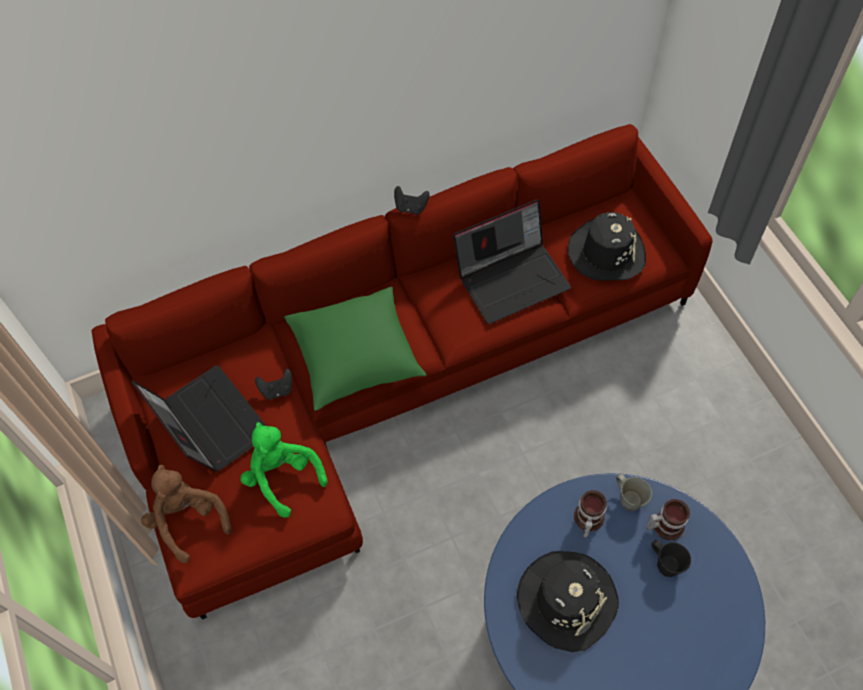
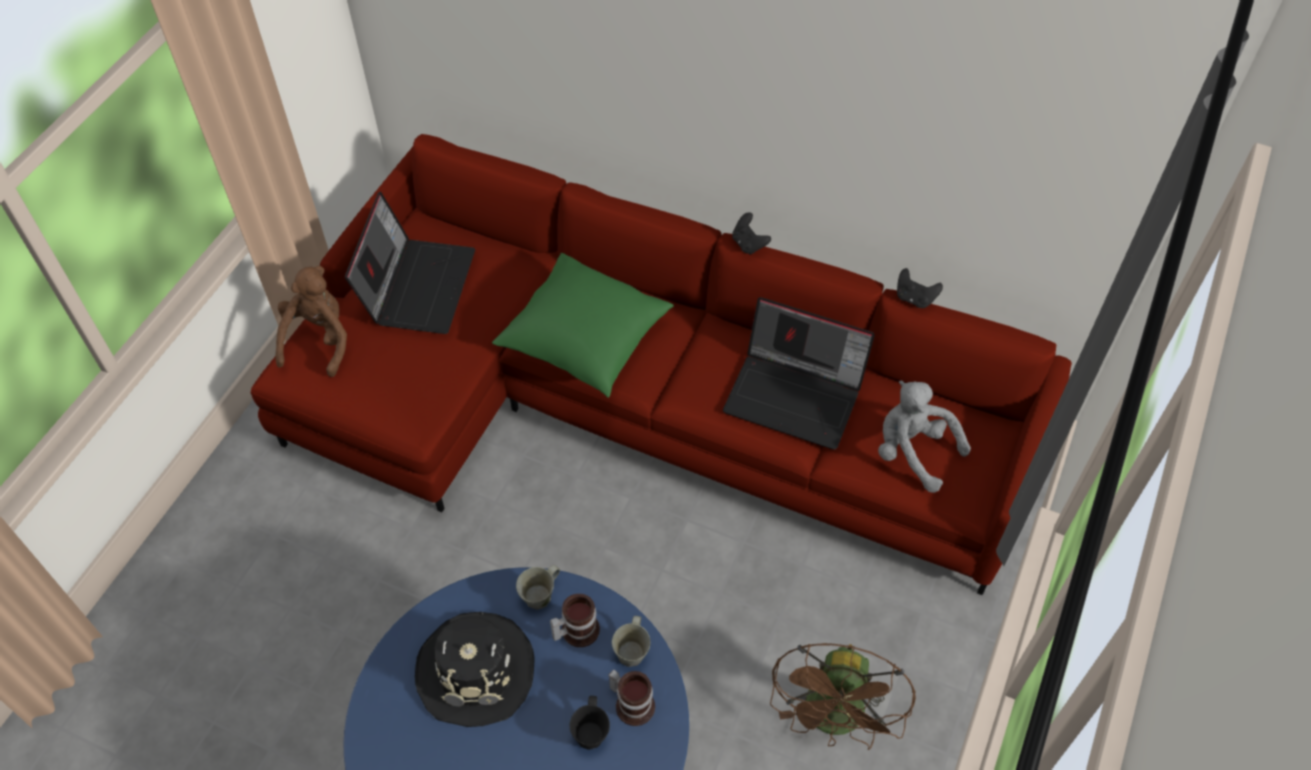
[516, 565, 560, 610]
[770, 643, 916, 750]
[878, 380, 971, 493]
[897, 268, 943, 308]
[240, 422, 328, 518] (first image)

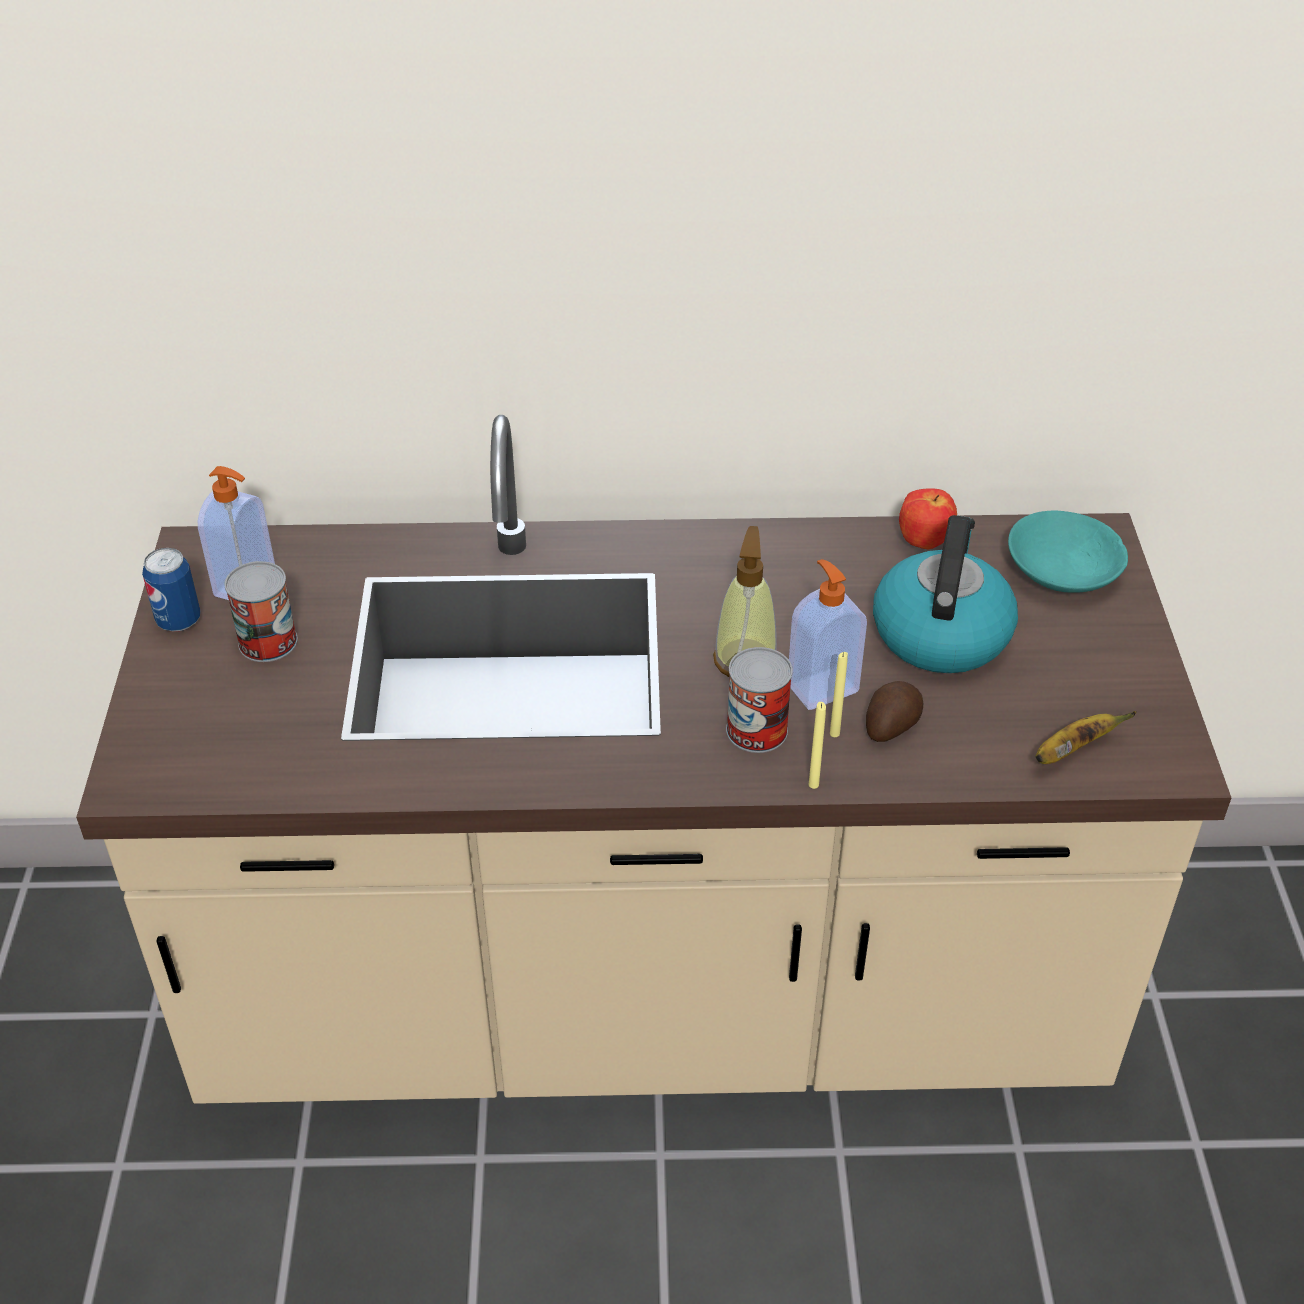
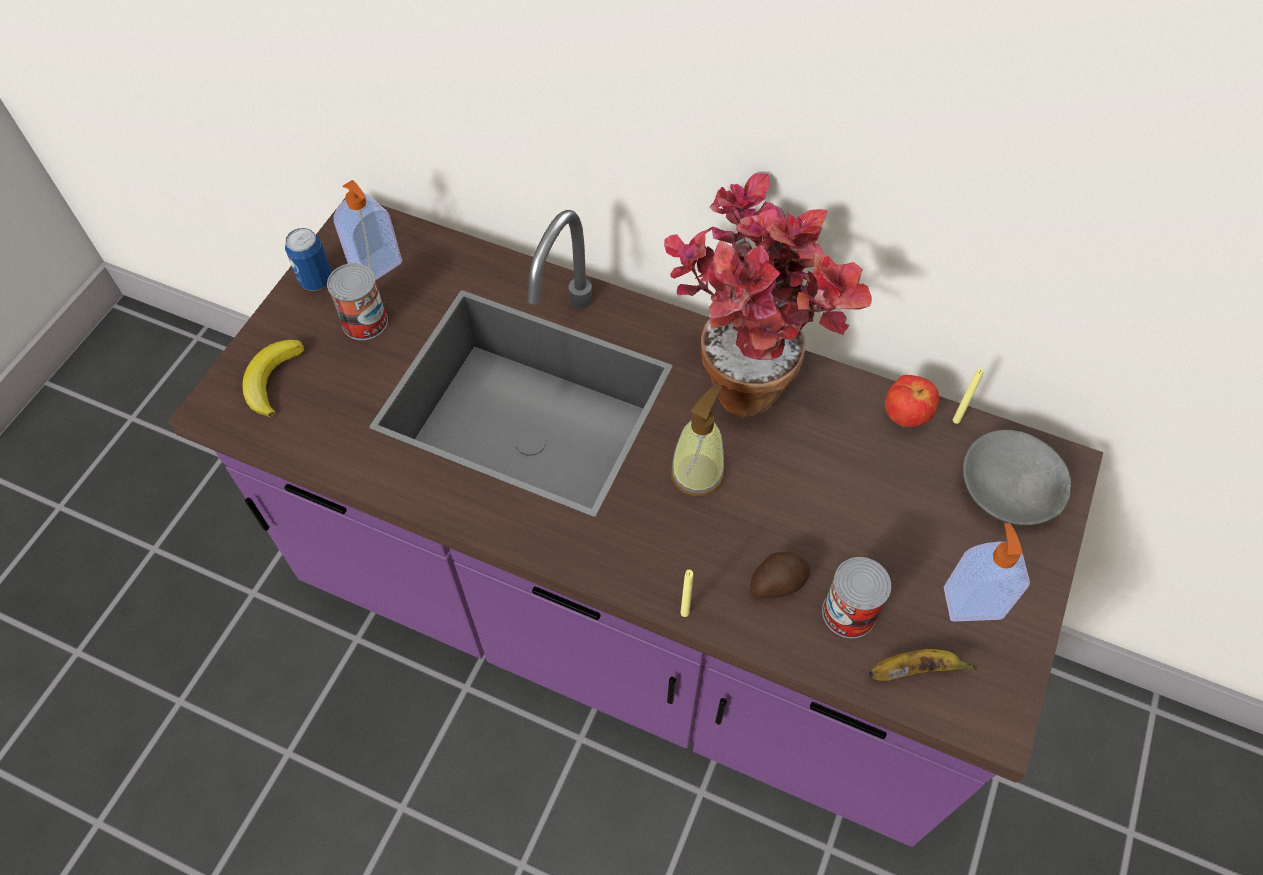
[168, 198, 1103, 847]
[242, 340, 305, 417]
[664, 173, 872, 418]
[822, 557, 891, 638]
[944, 523, 1030, 621]
[953, 369, 984, 424]
[963, 430, 1071, 525]
[873, 515, 1018, 673] (first image)

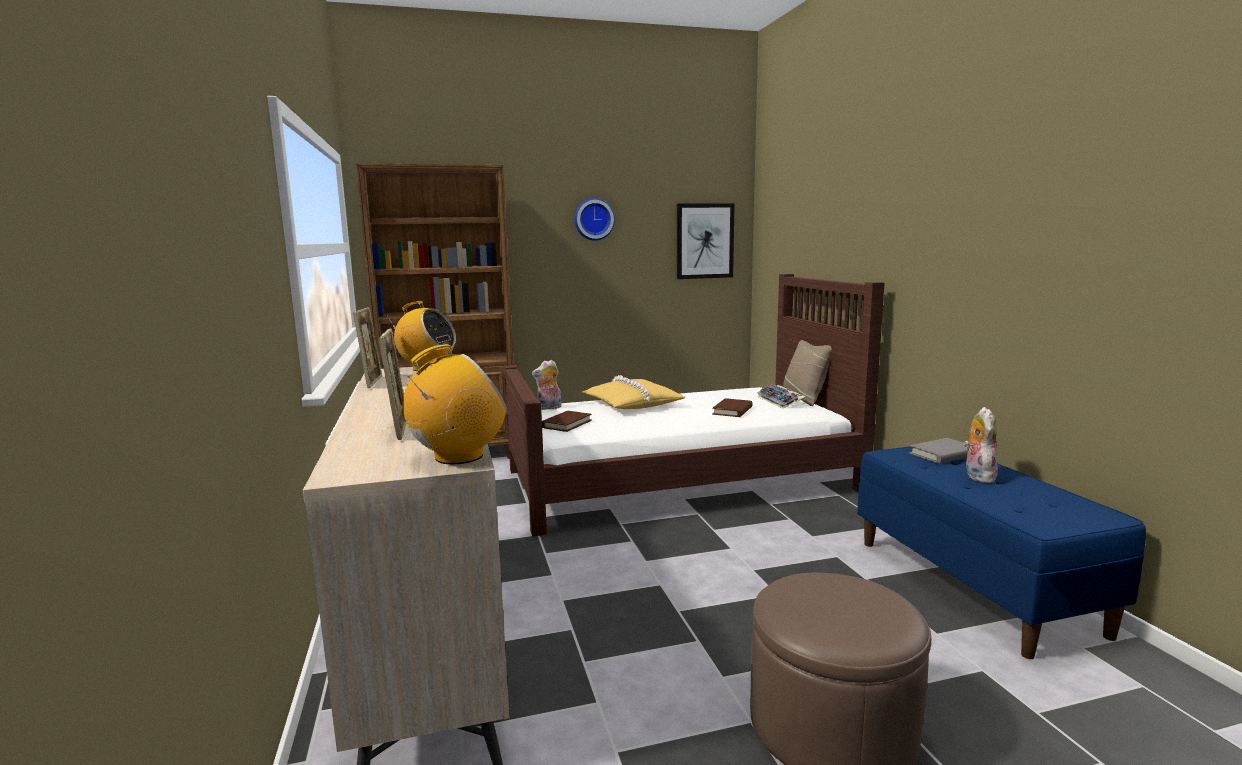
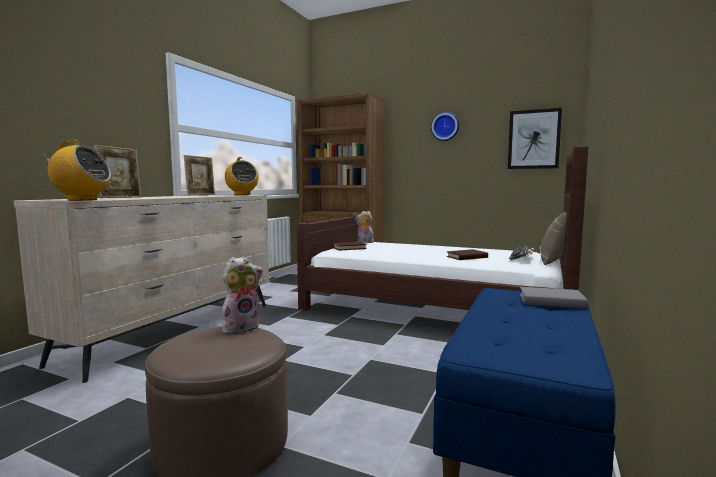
[222, 256, 263, 334]
[582, 375, 686, 409] (first image)

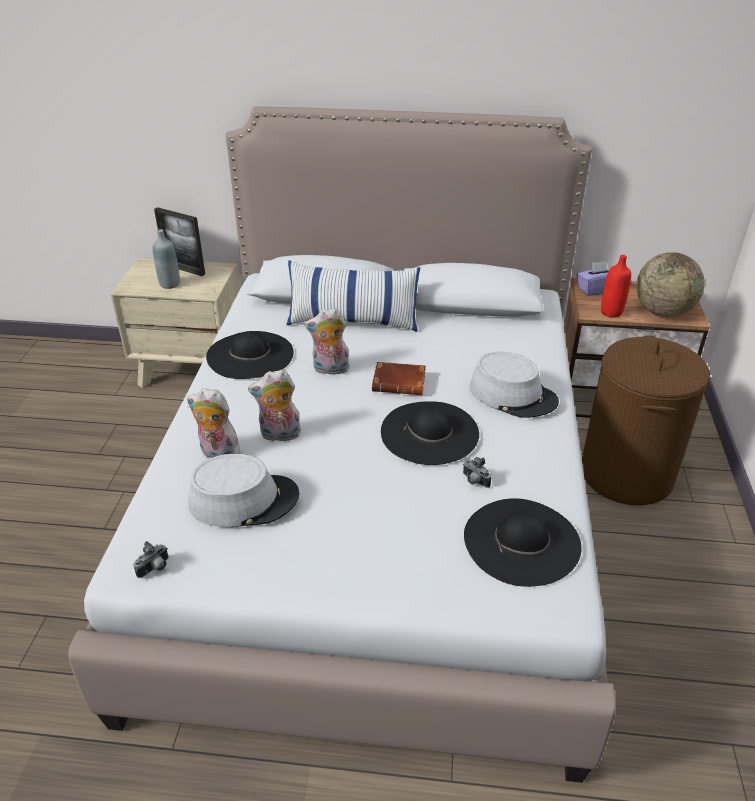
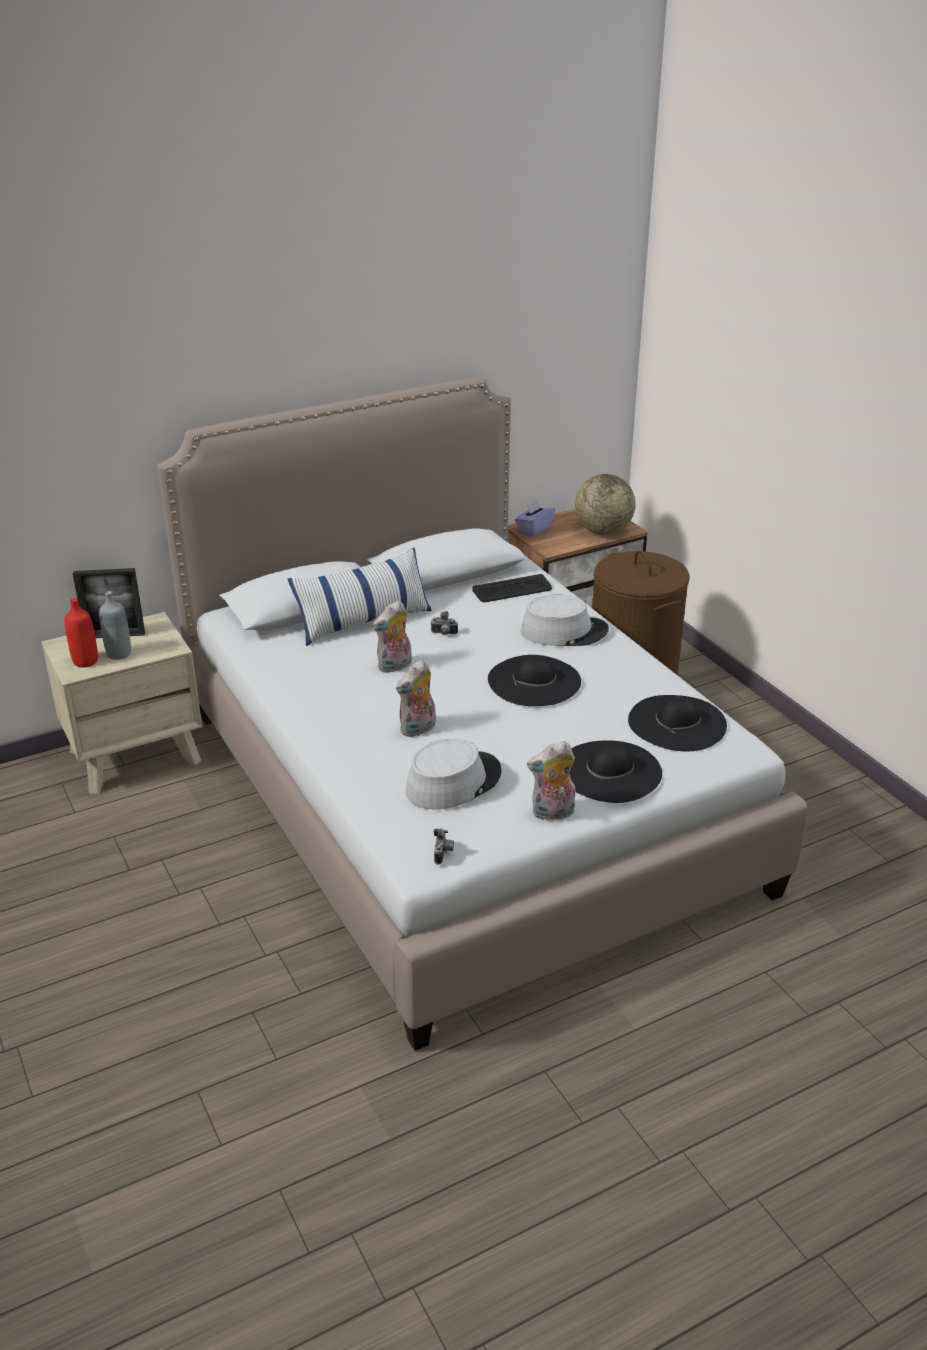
[65, 598, 98, 668]
[431, 611, 458, 635]
[473, 574, 552, 602]
[527, 741, 575, 821]
[570, 740, 662, 803]
[372, 362, 426, 395] (first image)

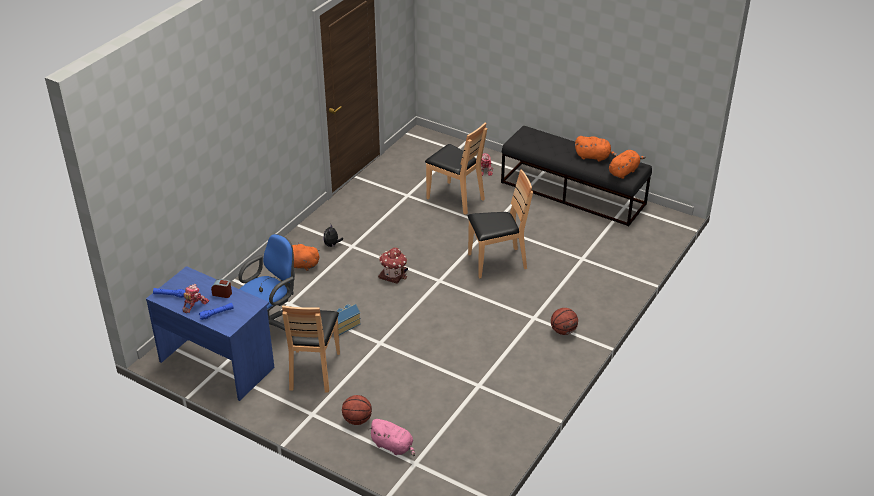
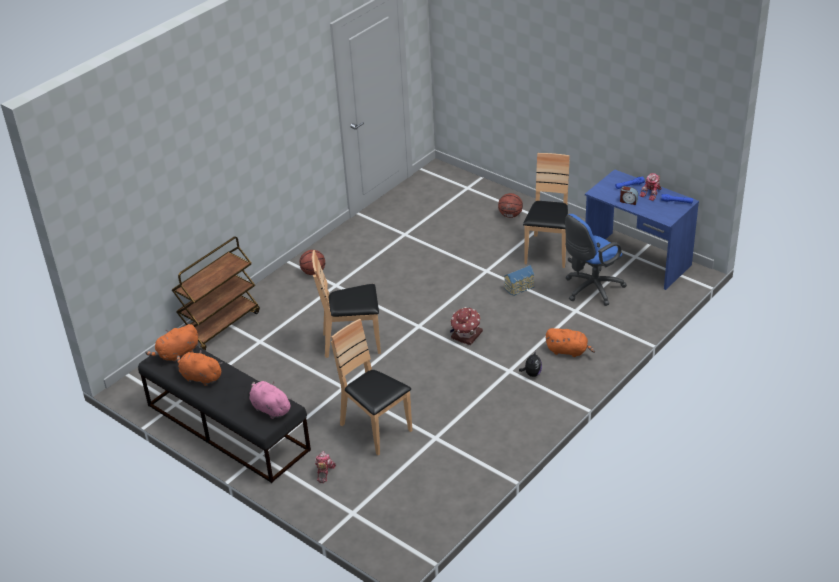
[172, 236, 260, 351]
[249, 381, 292, 419]

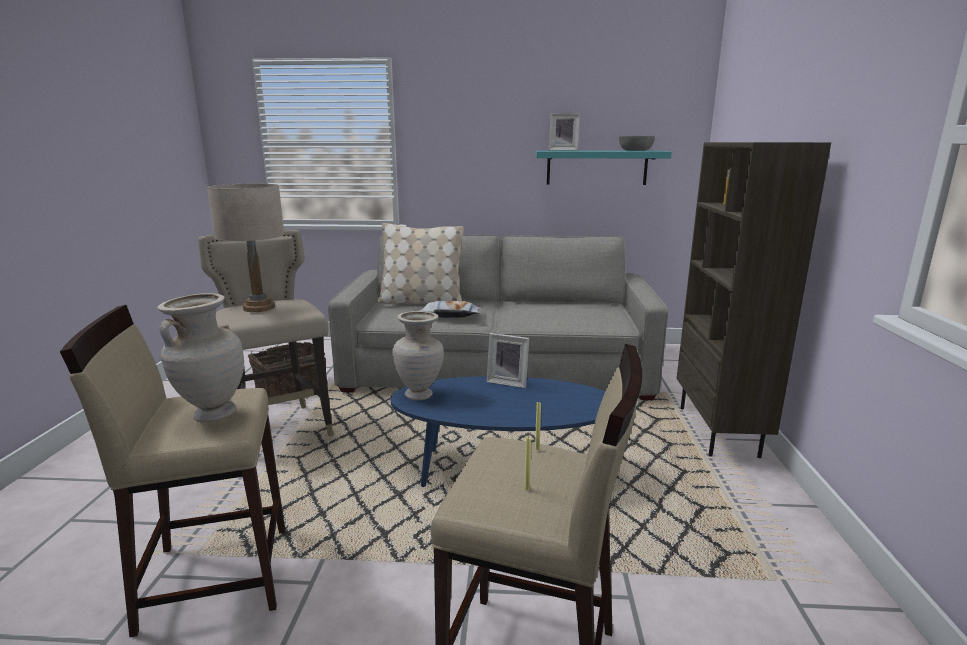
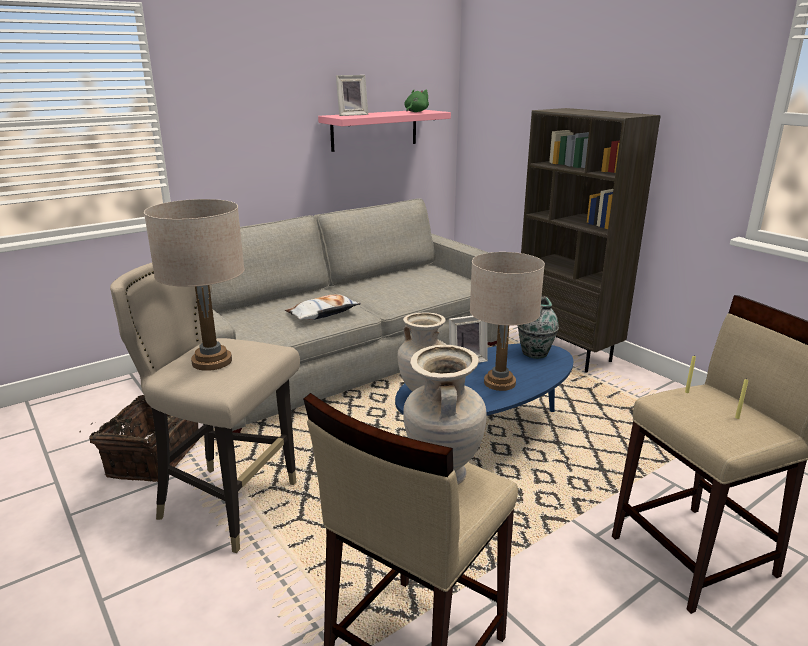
[318, 110, 451, 152]
[404, 89, 429, 112]
[470, 252, 545, 391]
[517, 296, 559, 359]
[378, 223, 464, 304] (first image)

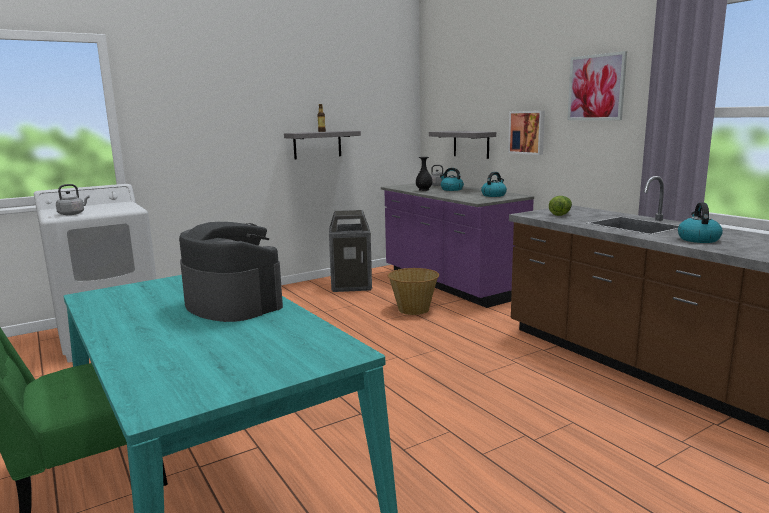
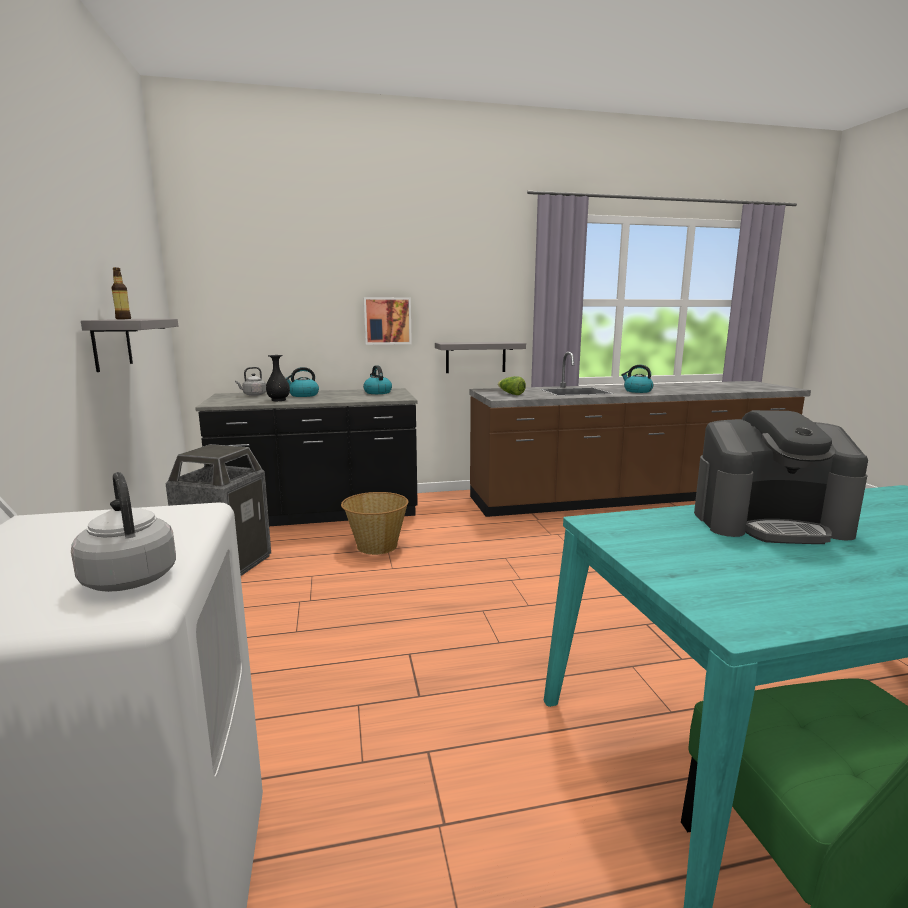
[195, 388, 418, 526]
[435, 342, 526, 373]
[694, 410, 868, 544]
[567, 51, 627, 120] (first image)

